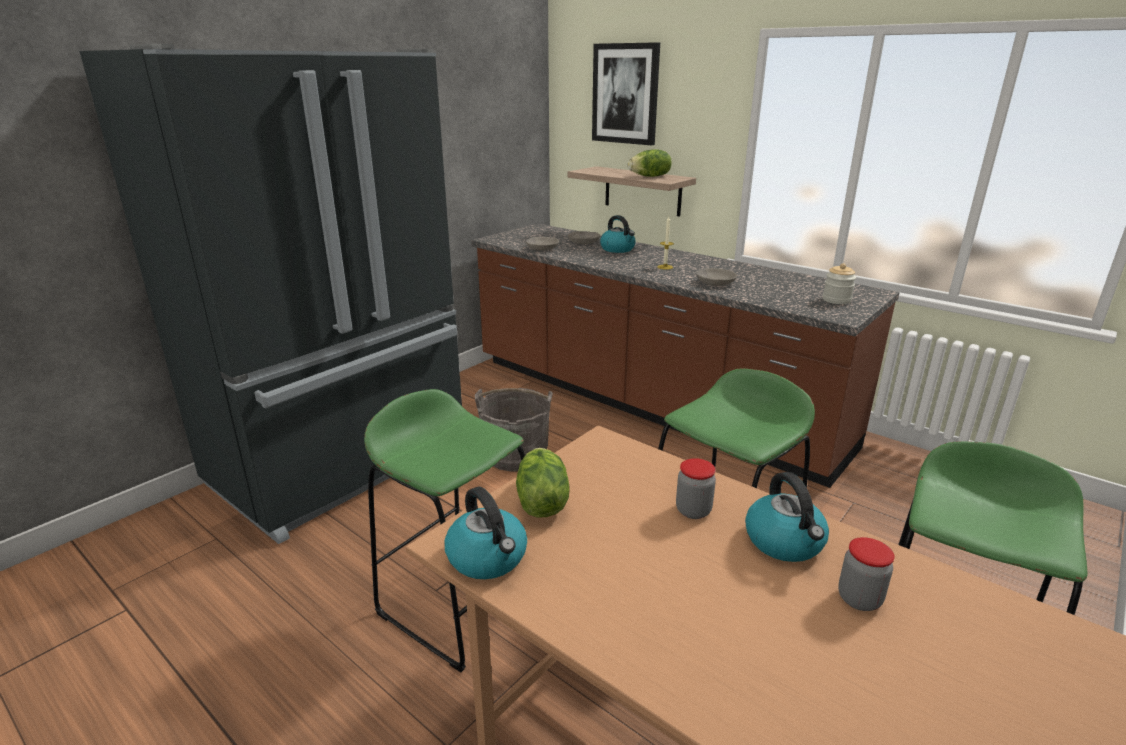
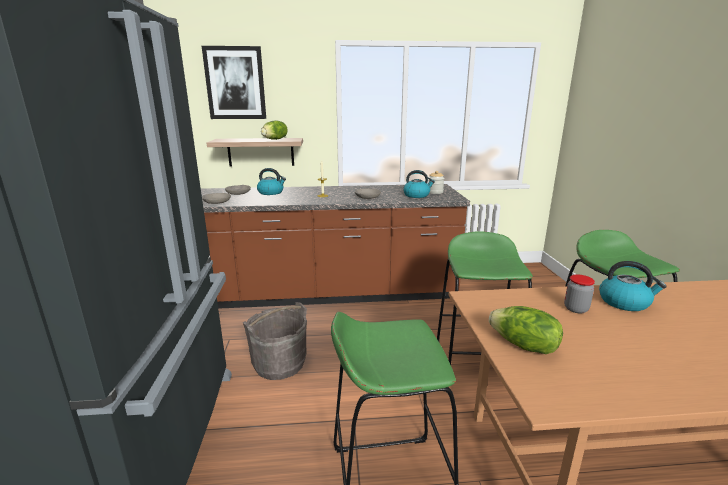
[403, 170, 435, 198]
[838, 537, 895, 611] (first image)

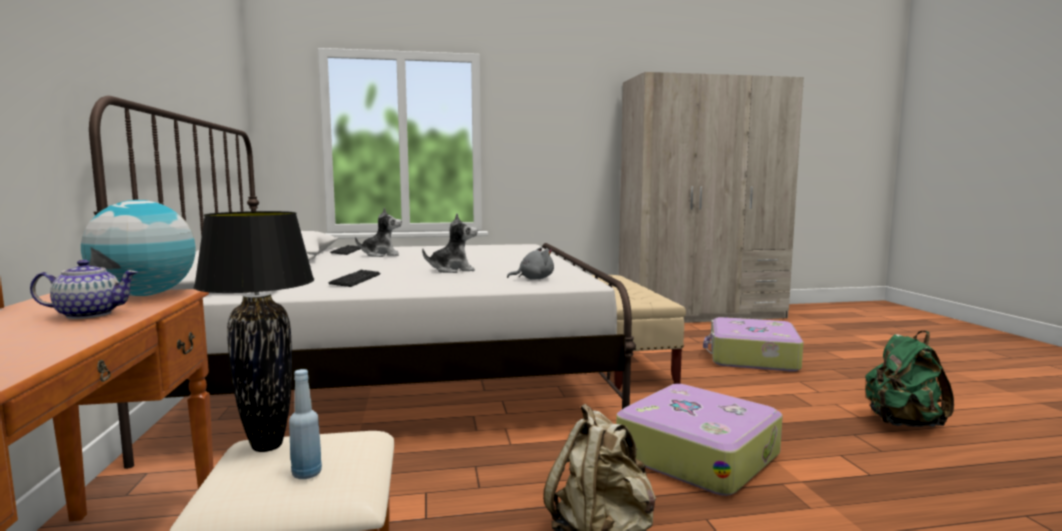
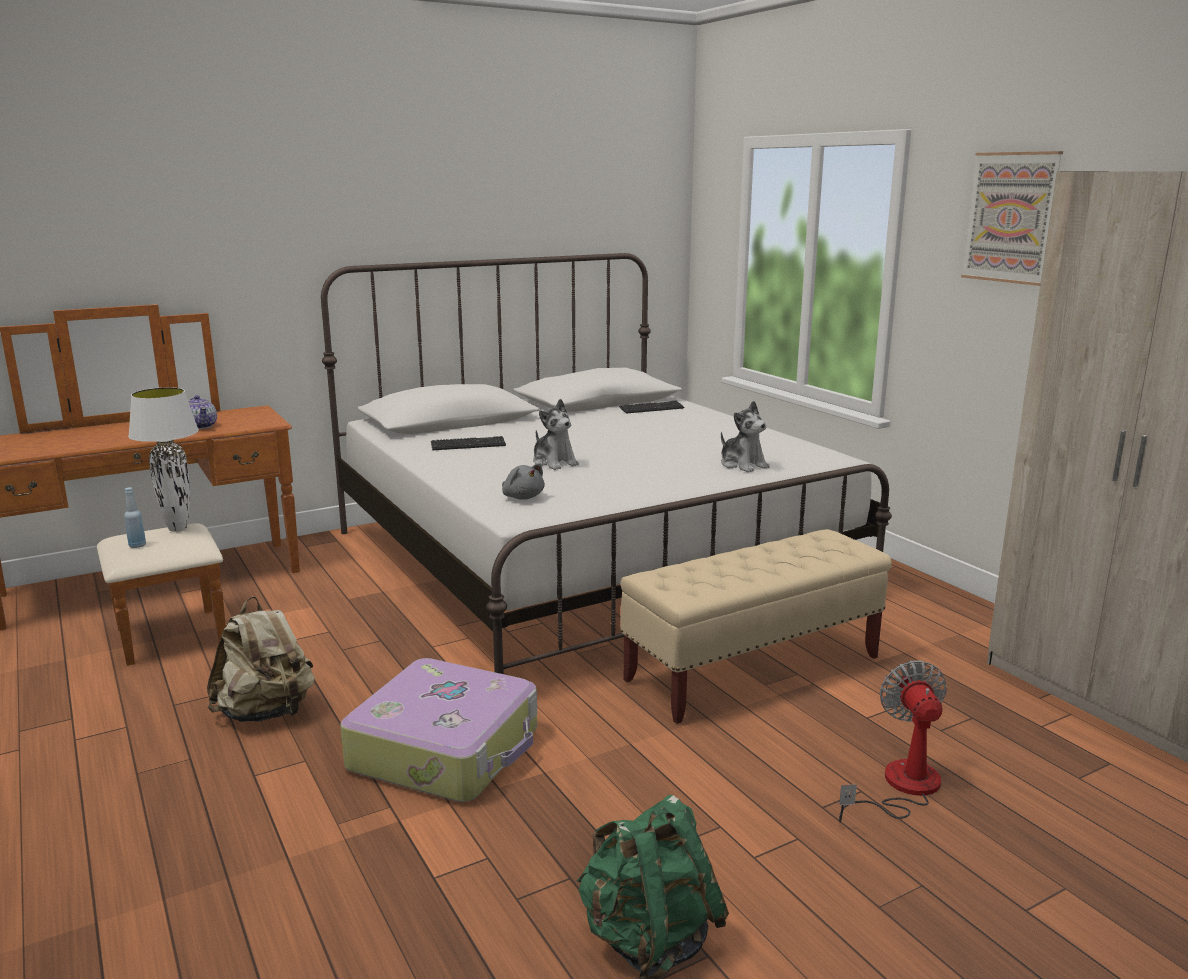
[128, 387, 199, 532]
[721, 401, 770, 473]
[839, 660, 947, 822]
[961, 151, 1063, 286]
[81, 200, 196, 296] (first image)

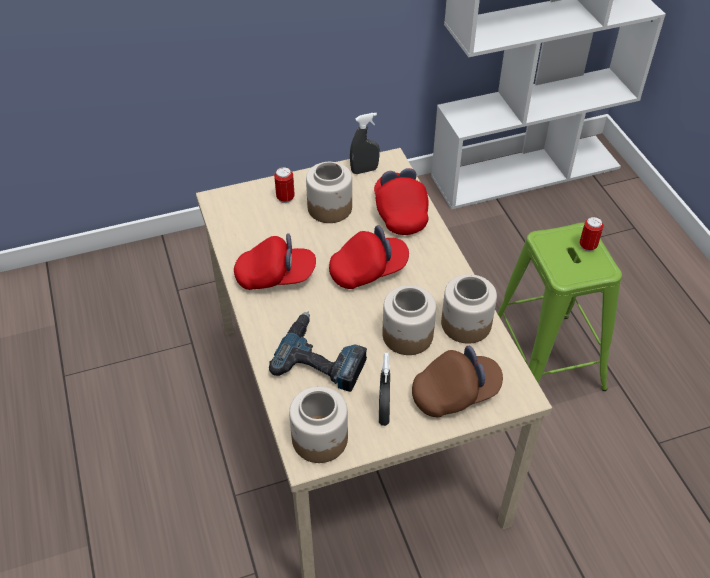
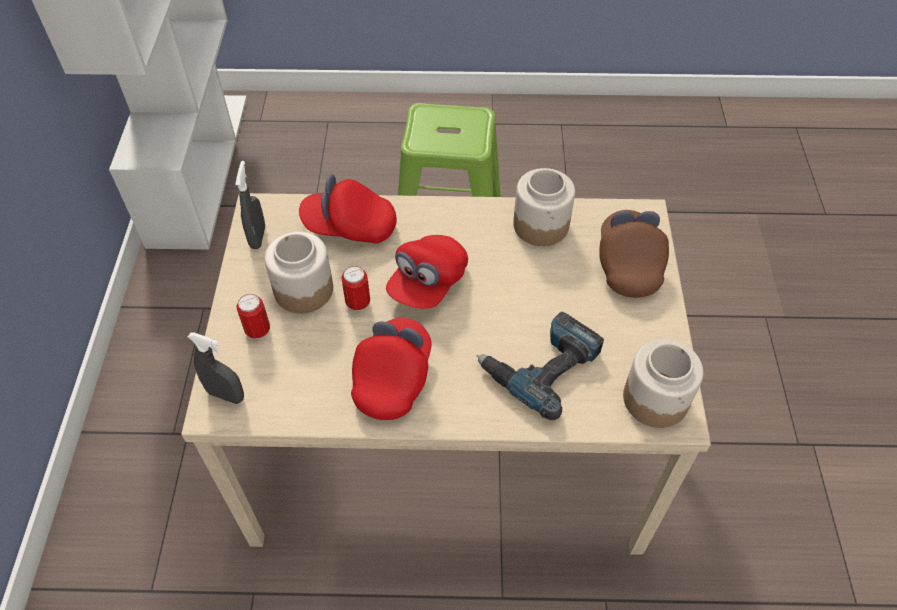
[188, 332, 244, 404]
[342, 266, 370, 311]
[386, 235, 468, 309]
[382, 285, 436, 355] (first image)

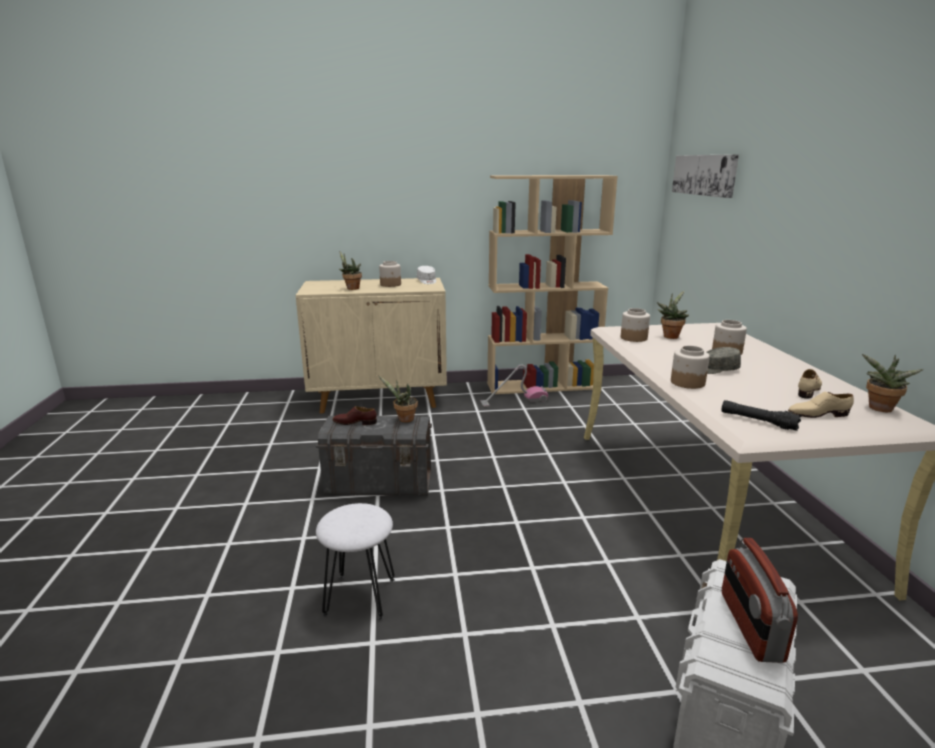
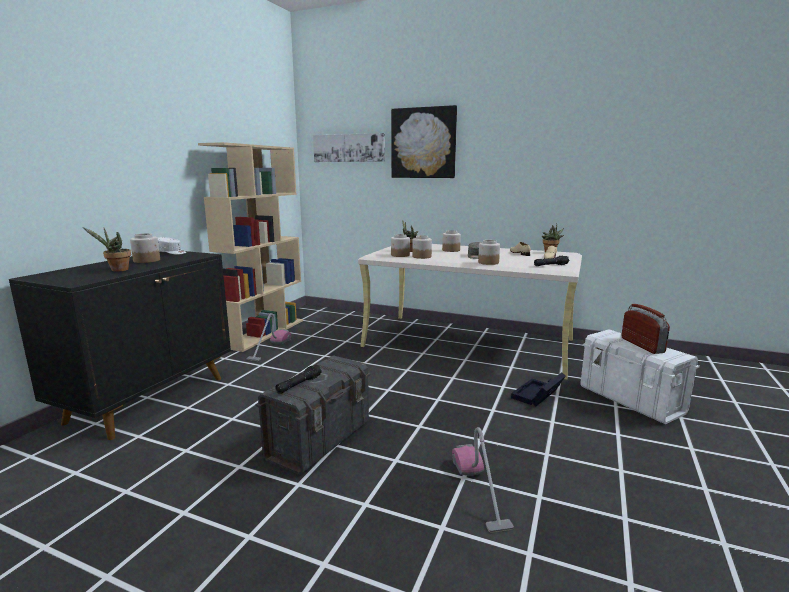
[9, 251, 231, 440]
[275, 365, 322, 394]
[391, 105, 457, 178]
[412, 235, 432, 259]
[452, 427, 514, 533]
[511, 372, 566, 406]
[621, 304, 670, 354]
[379, 376, 418, 423] (first image)

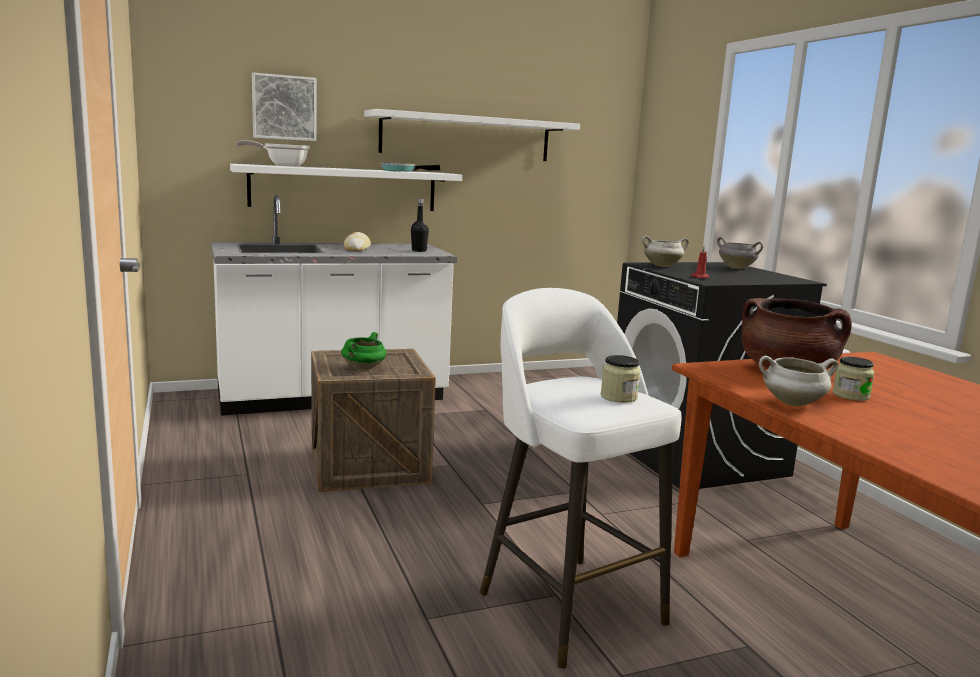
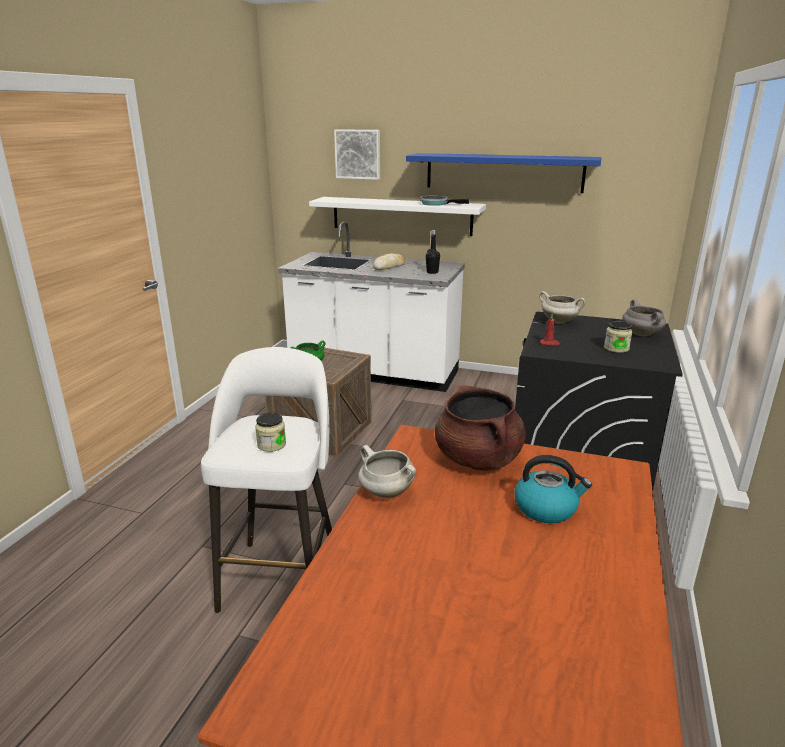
[406, 153, 602, 193]
[514, 455, 592, 523]
[604, 321, 632, 353]
[236, 140, 310, 167] (first image)

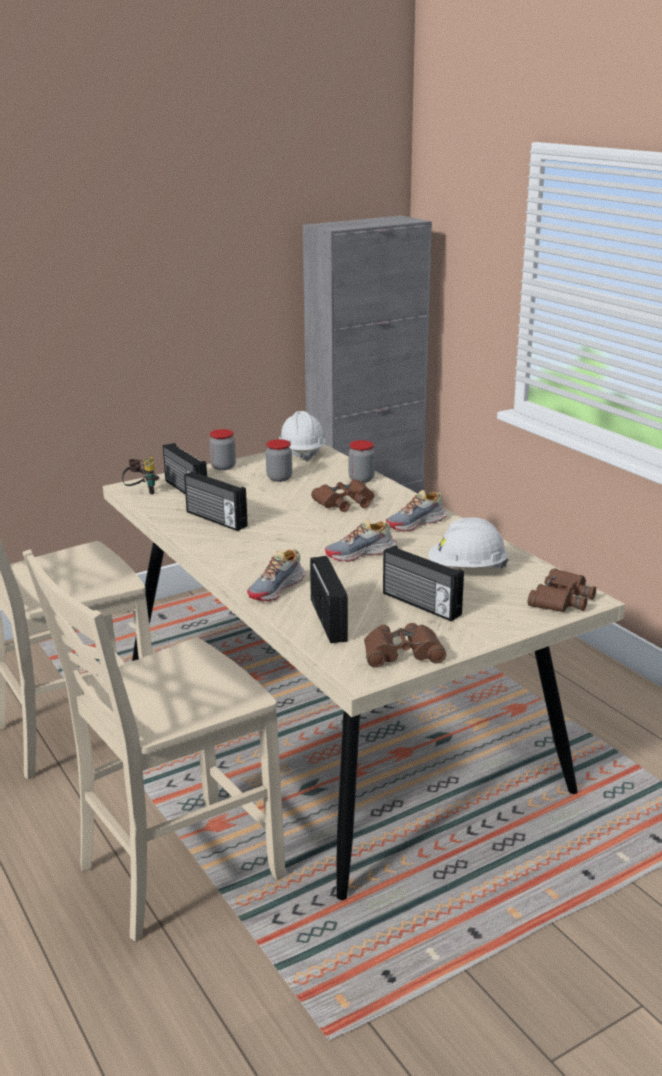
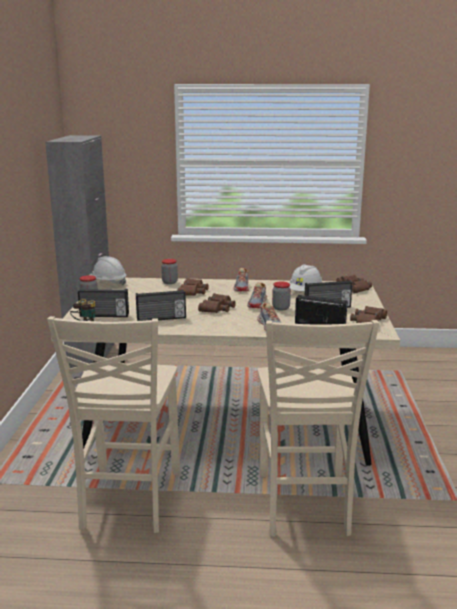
[198, 293, 236, 313]
[272, 282, 291, 311]

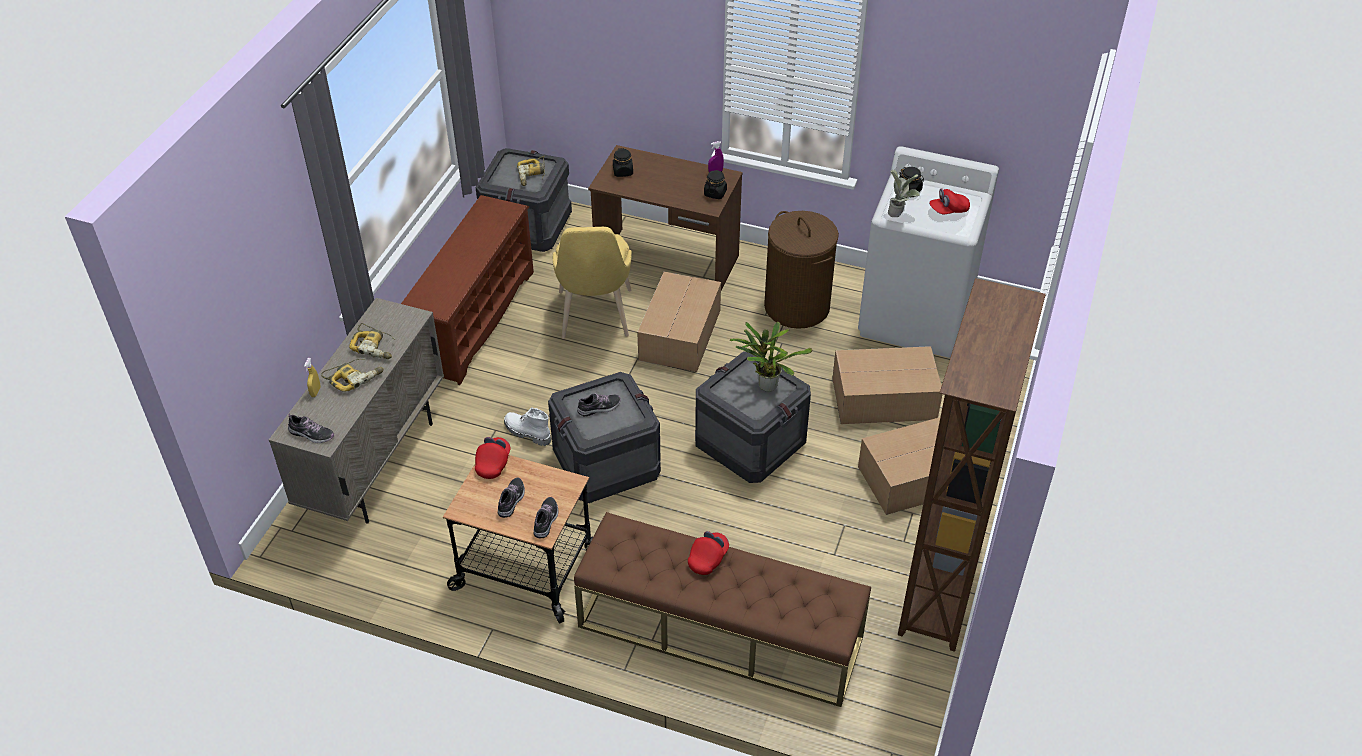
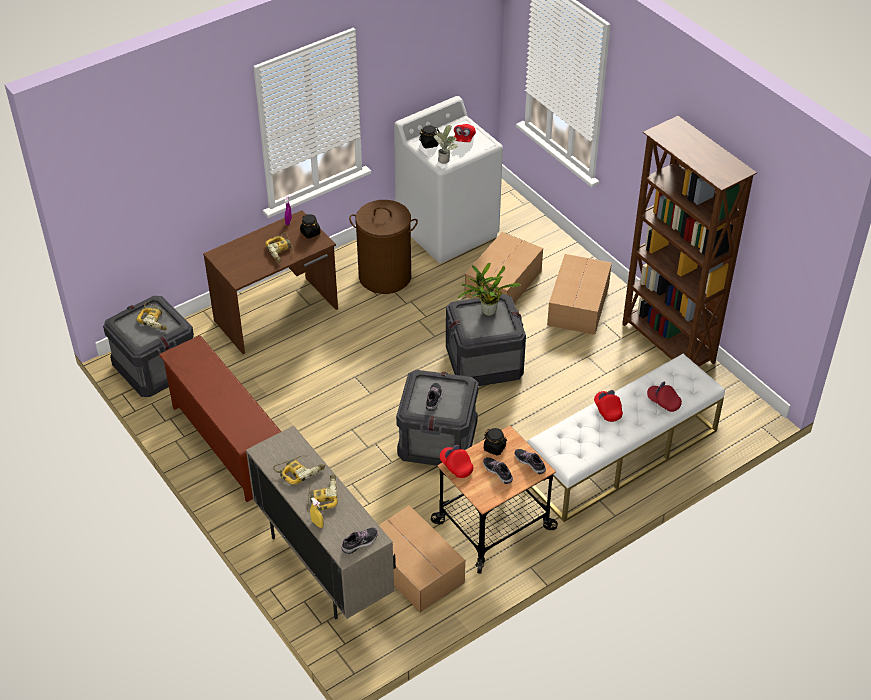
[265, 232, 293, 263]
[379, 505, 465, 613]
[483, 428, 507, 456]
[527, 354, 725, 522]
[647, 382, 682, 412]
[504, 407, 551, 446] (first image)
[553, 227, 632, 339] (first image)

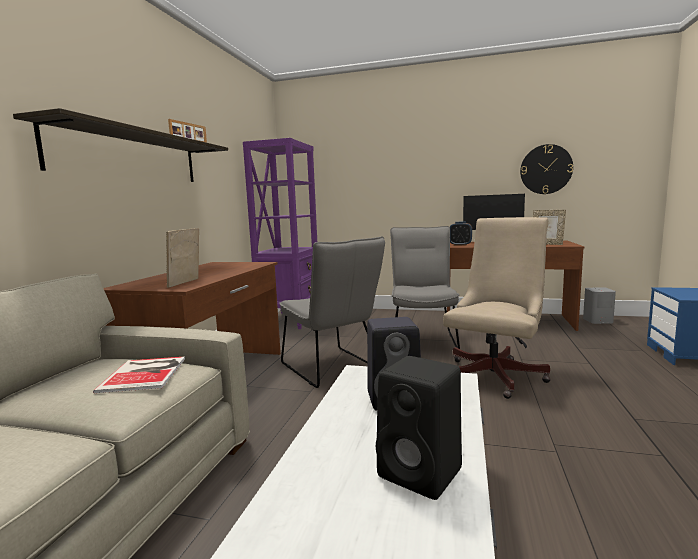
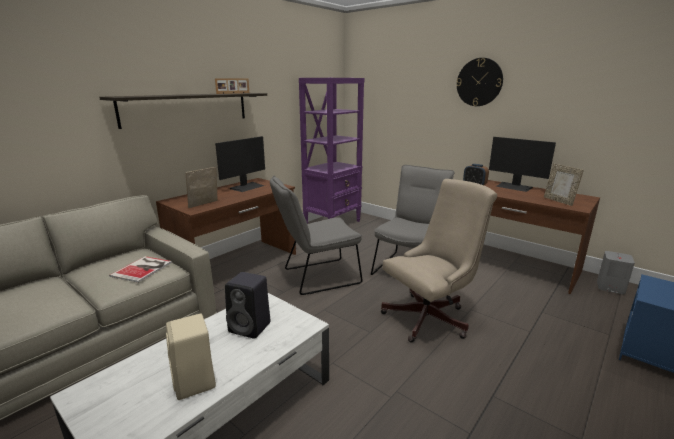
[166, 314, 216, 400]
[215, 136, 265, 192]
[270, 176, 363, 295]
[456, 58, 503, 106]

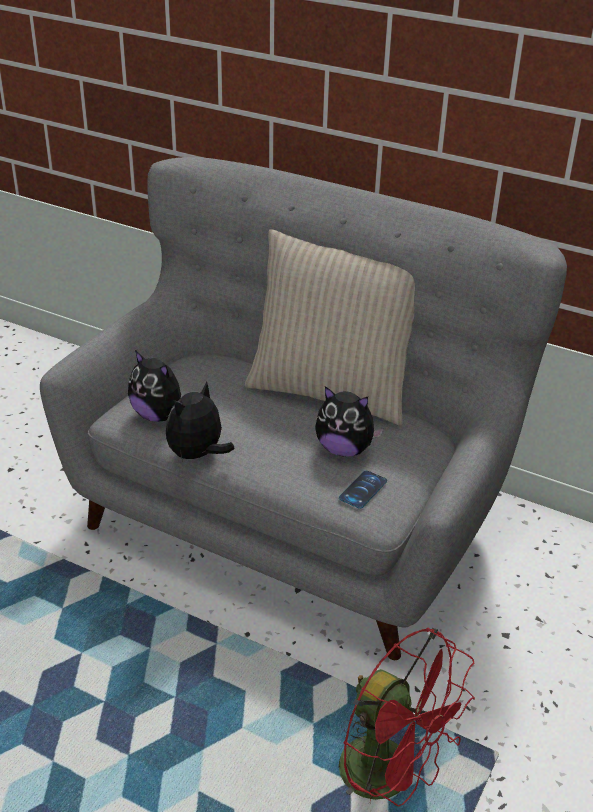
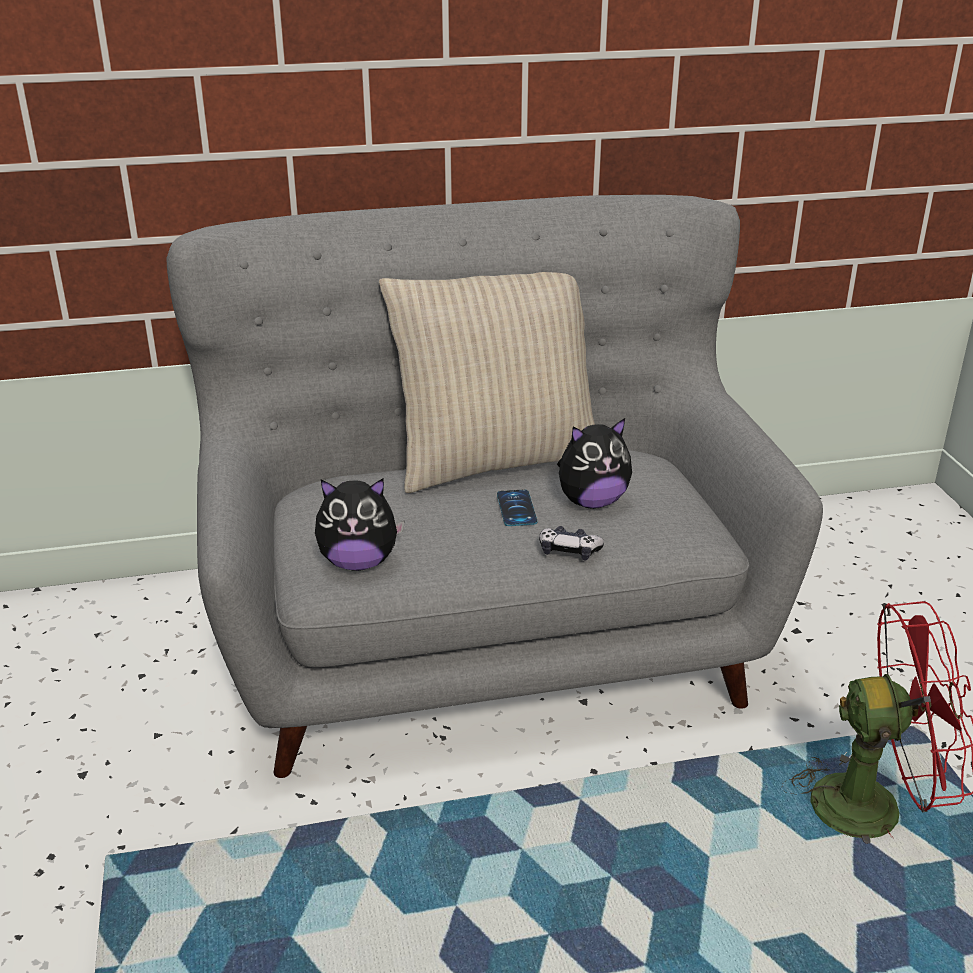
[497, 489, 537, 526]
[539, 526, 604, 560]
[166, 382, 234, 462] (first image)

